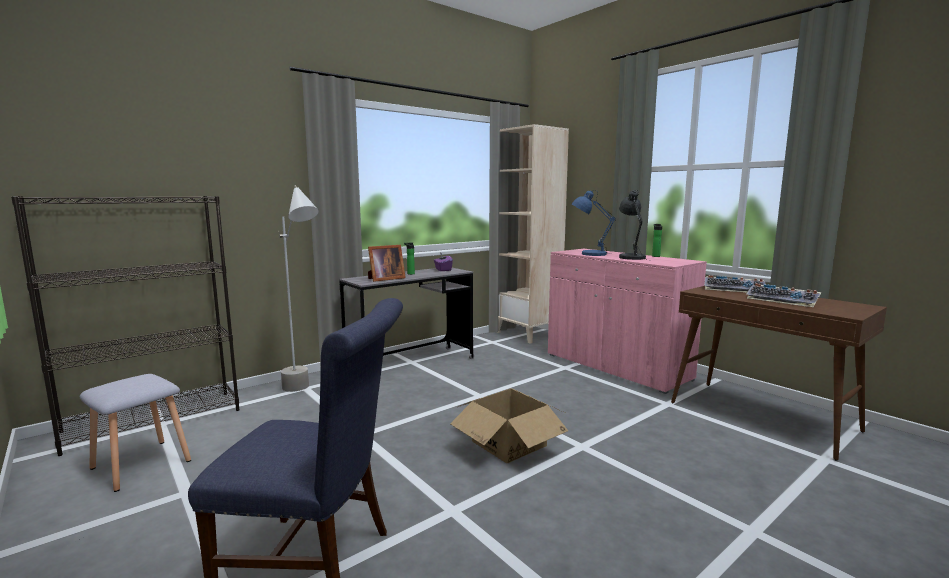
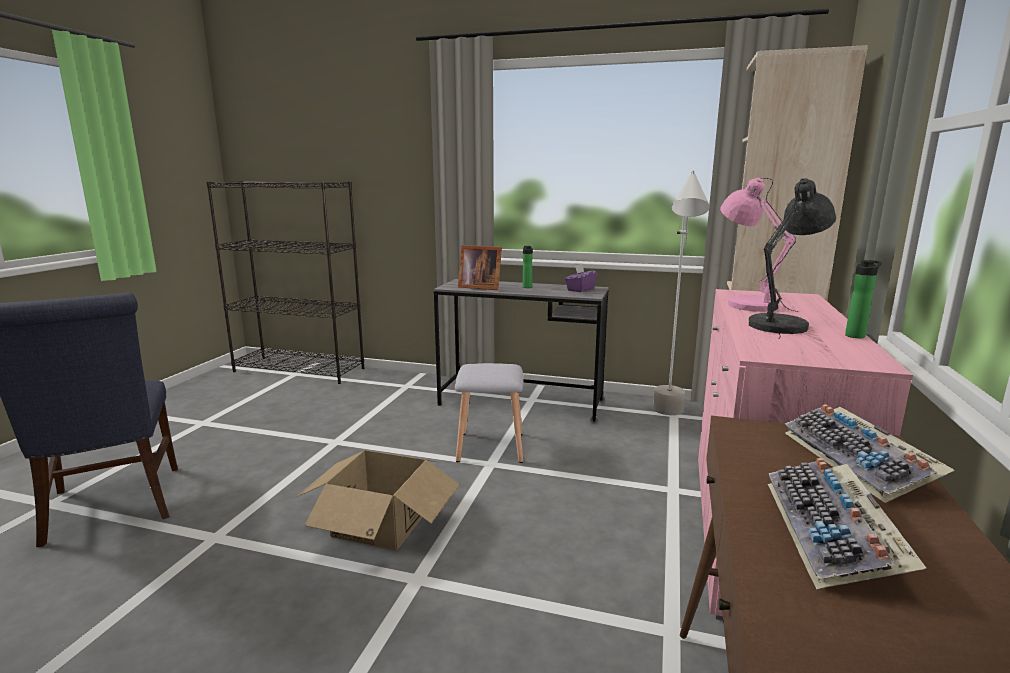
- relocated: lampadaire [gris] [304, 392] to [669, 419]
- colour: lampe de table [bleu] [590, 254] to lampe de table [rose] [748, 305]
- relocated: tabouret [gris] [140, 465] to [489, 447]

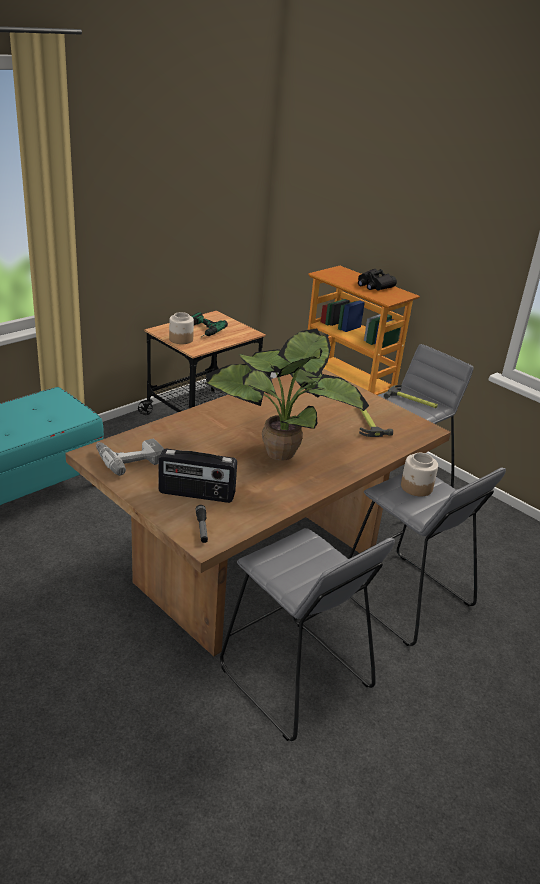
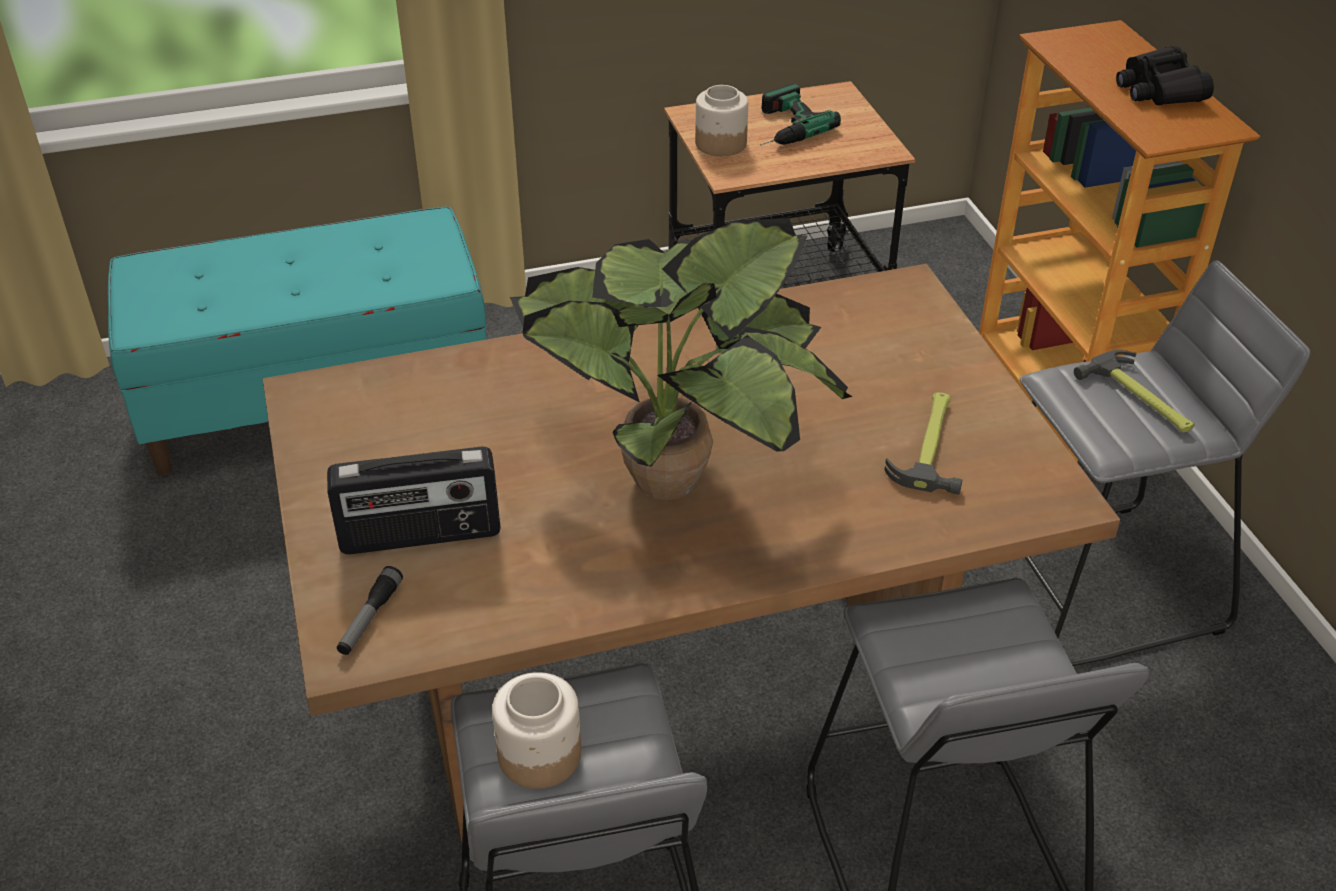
- missing: perceuse [129, 458]
- spun: radio [196, 494] = [420, 536] 45 degrees counterclockwise
- relocated: bocal [416, 487] to [539, 756]

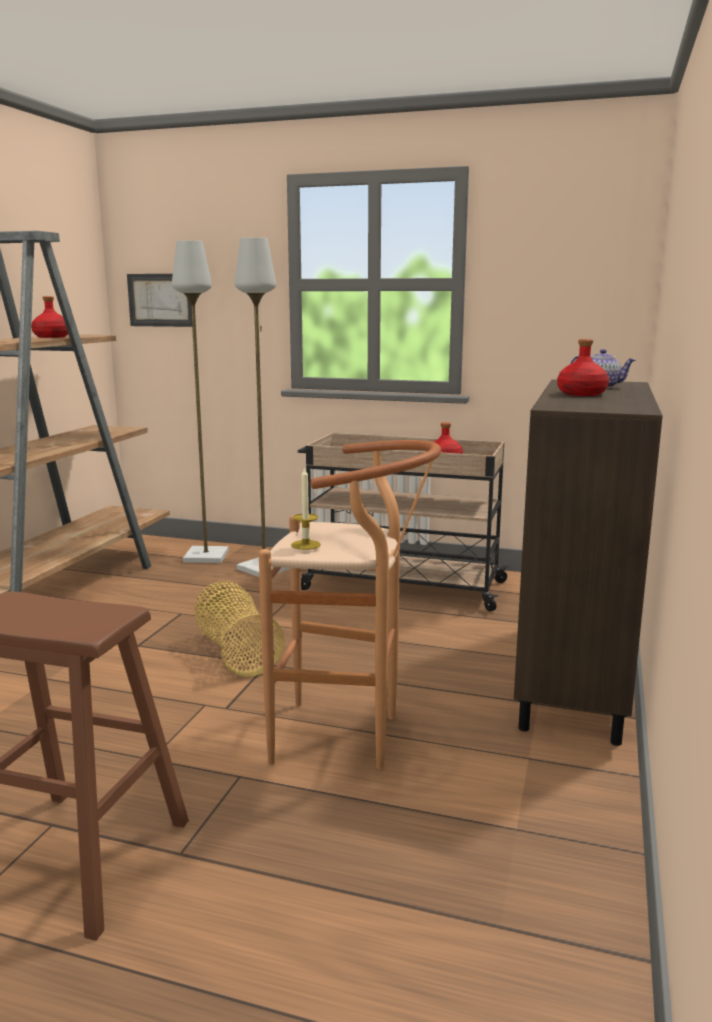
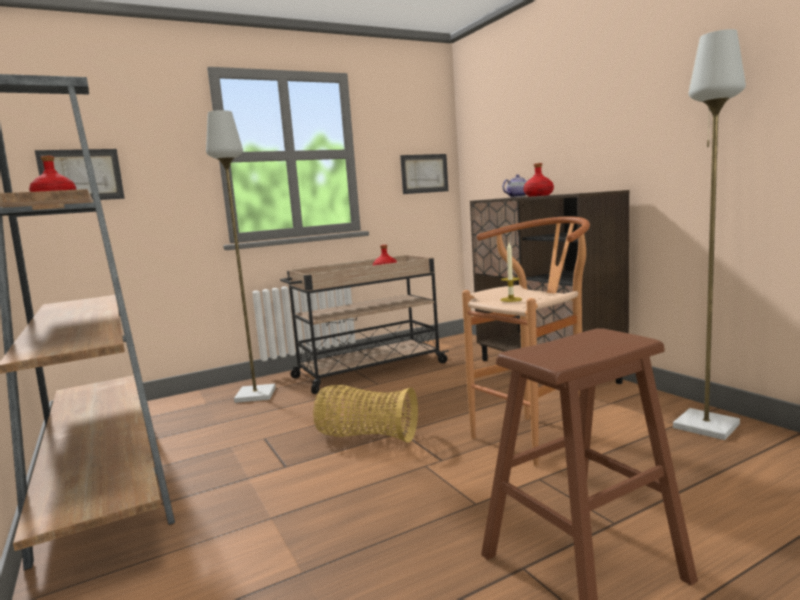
- relocated: lampadaire [gris] [205, 556] to [704, 426]
- appeared: tableau [424, 173]

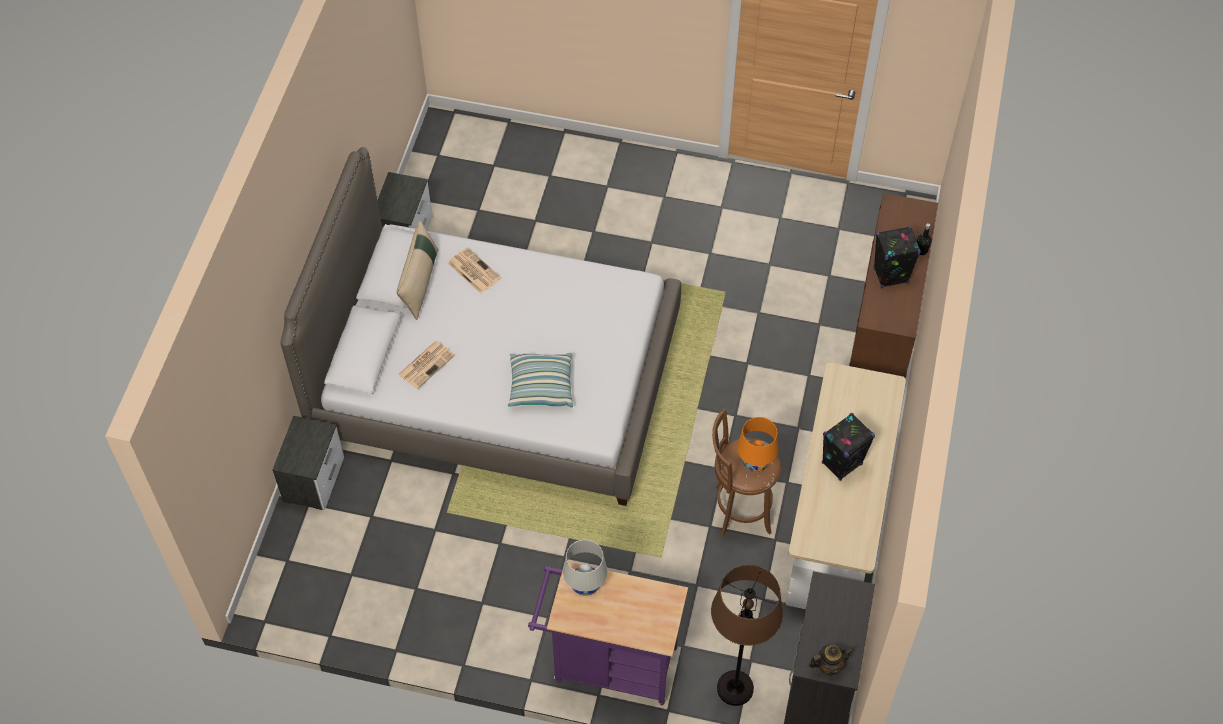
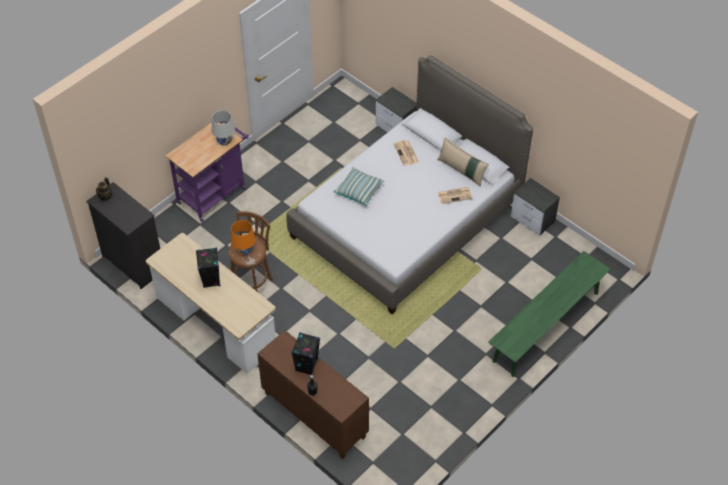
- missing: lampadaire [marron] [735, 688]
- appeared: banc [vert] [546, 326]

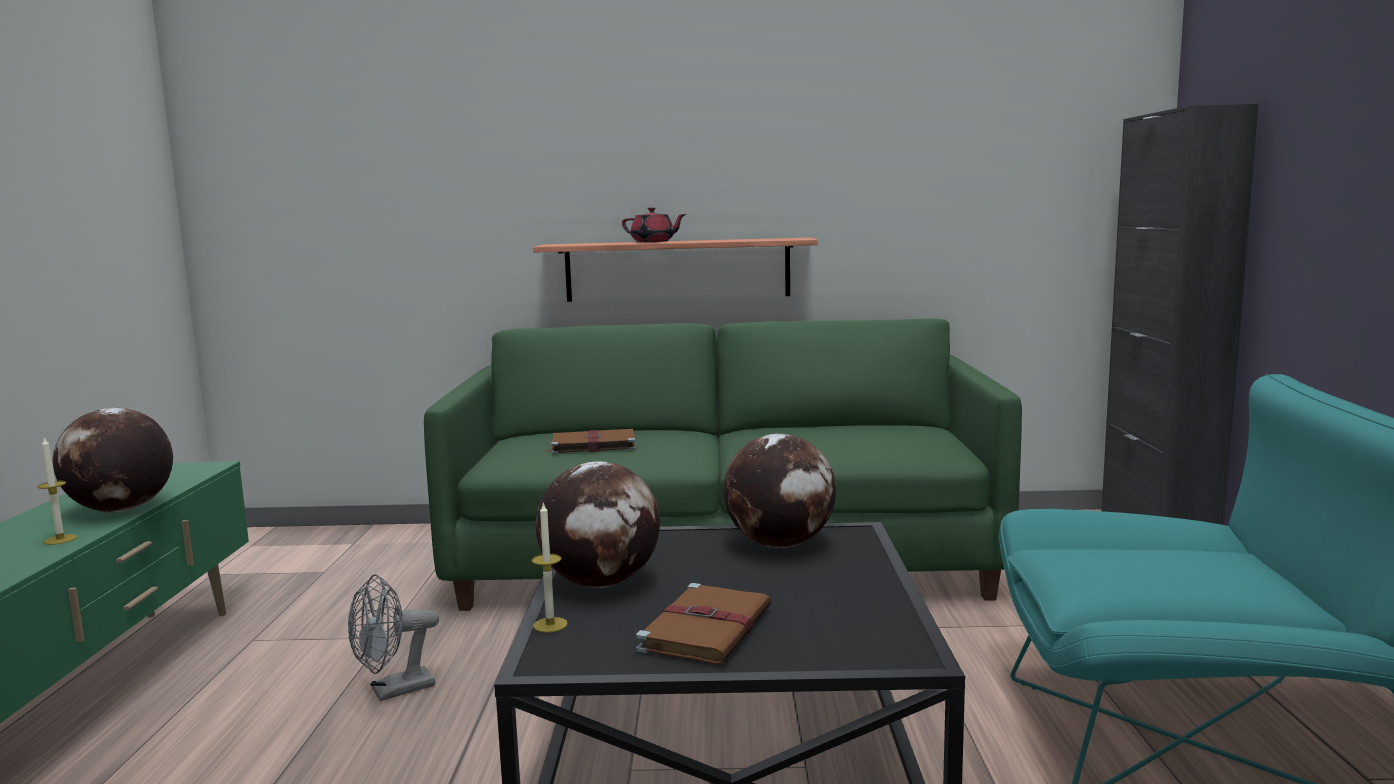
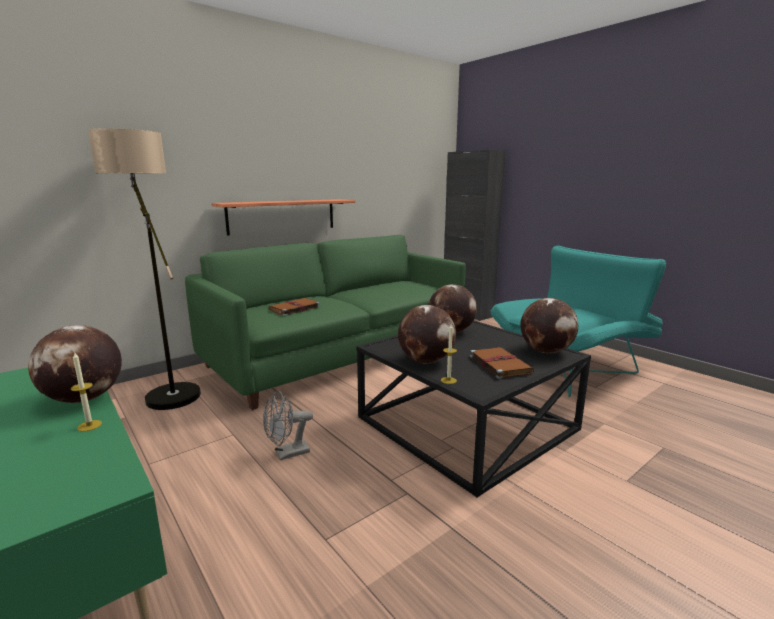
- missing: théière [rouge] [653, 242]
- spun: ventilateur [gris] [393, 691] = [287, 454] 45 degrees clockwise
- appeared: lampadaire [168, 390]
- appeared: globe [546, 351]

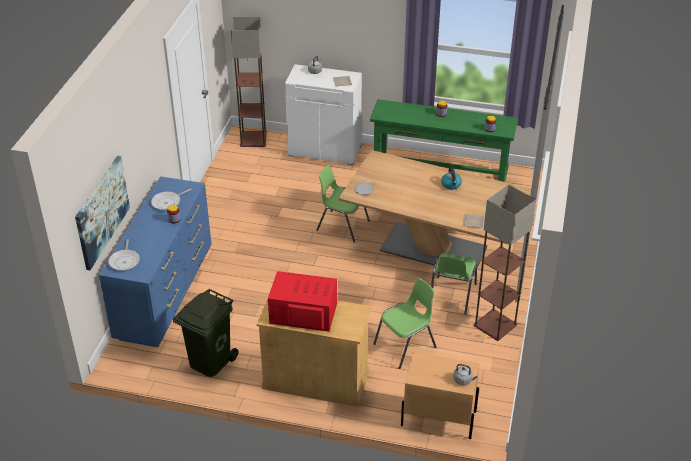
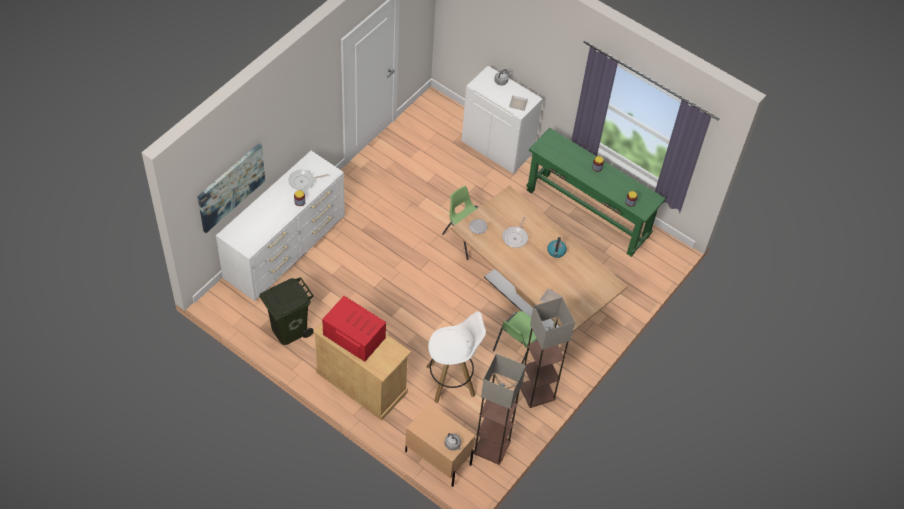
- relocated: lampadaire [254, 139] to [492, 447]
- colour: commode [bleu] [165, 293] to commode [blanc] [286, 250]
- relocated: poêle [125, 261] to [515, 237]
- exchanged: chaise [vert] [406, 345] to tabouret [blanc] [451, 380]

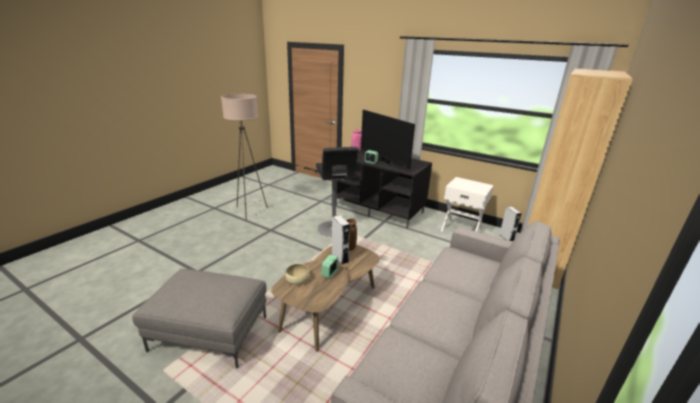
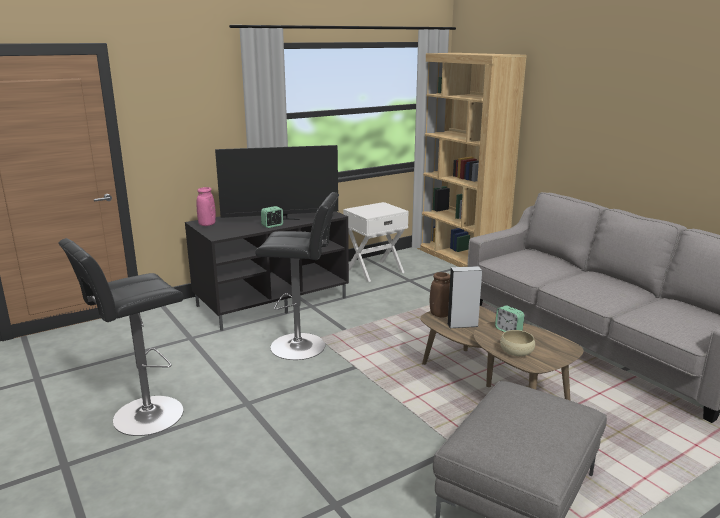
- exchanged: lampadaire [beige] [250, 211] to tabouret [noir] [143, 417]
- missing: enceinte [gris] [506, 238]

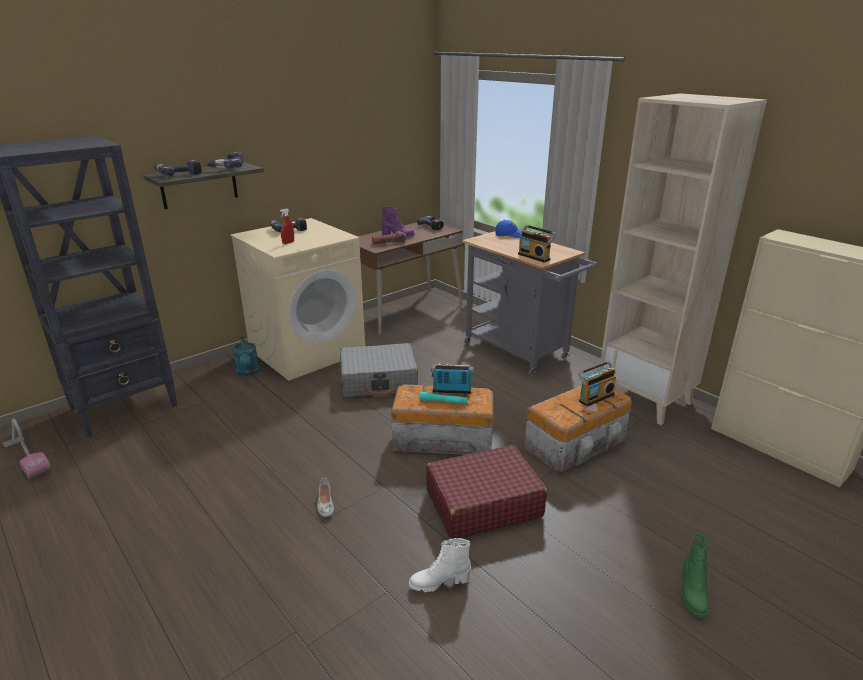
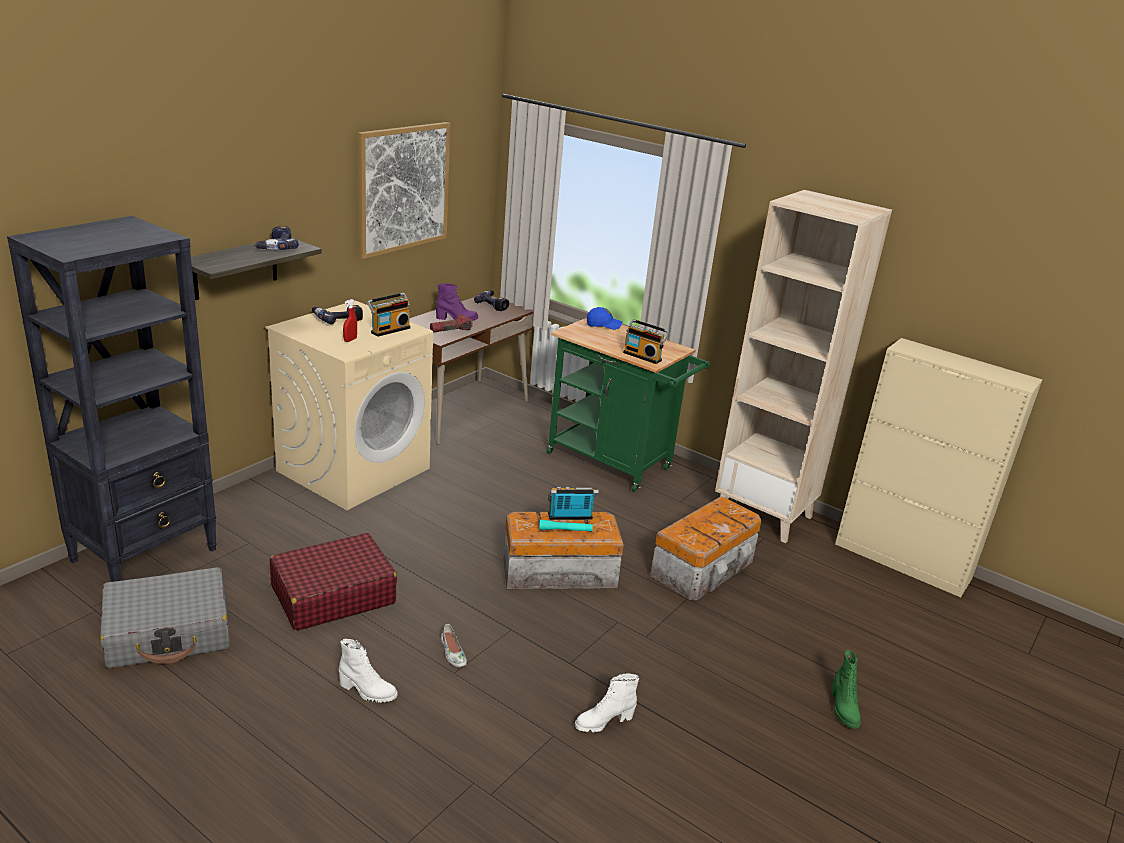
- missing: perceuse [179, 174]
- colour: chariot [gris] [520, 353] to chariot [vert] [615, 464]
- missing: arrosoir [turquoise] [248, 372]
- relocated: valise [gris] [379, 381] to [169, 632]
- relocated: radio [595, 397] to [389, 330]
- missing: aspirateur [26, 457]
- relocated: valise [rouge] [483, 503] to [332, 595]
- appeared: tableau [403, 188]
- appeared: botte [blanc] [367, 691]

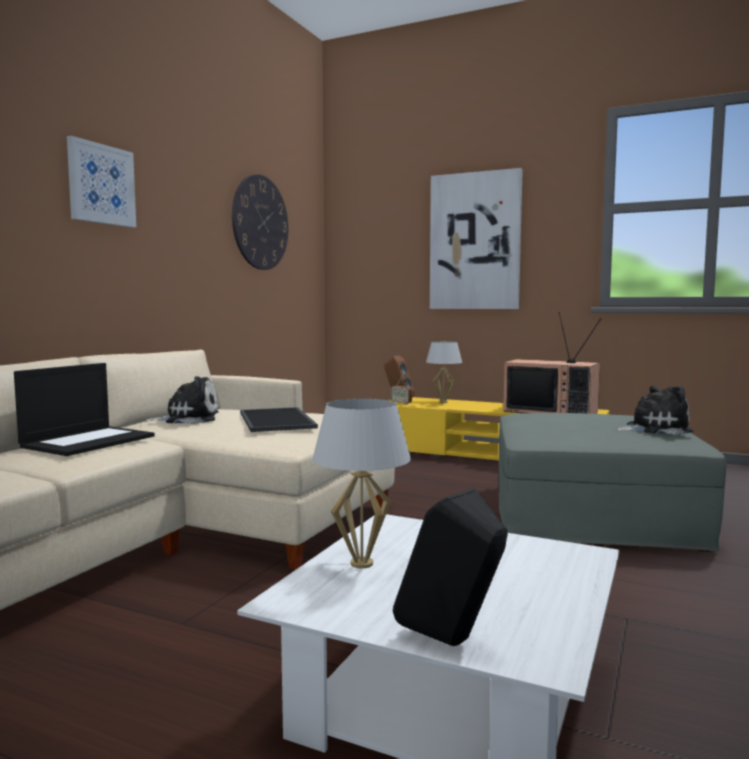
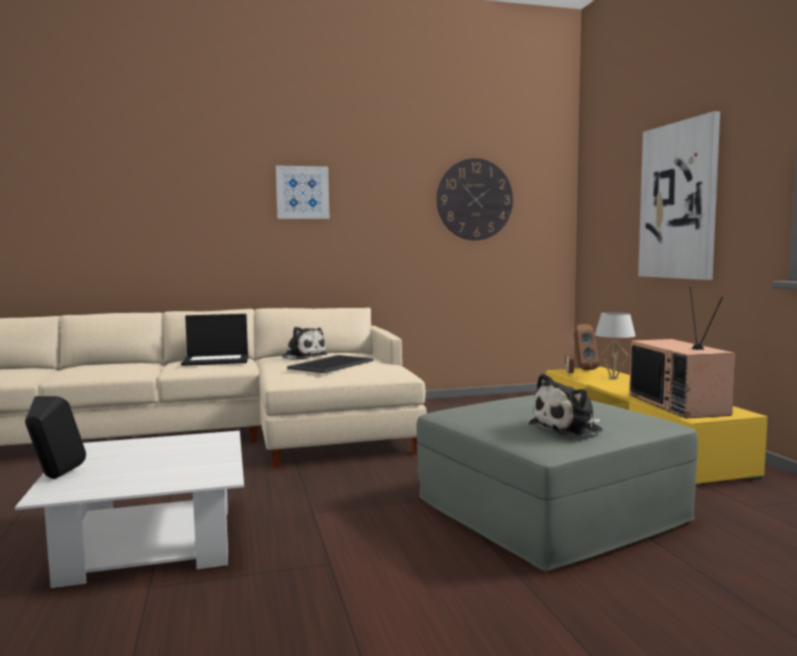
- spun: peluche [654, 429] = [569, 428] 105 degrees clockwise
- missing: lampe de table [blanc] [361, 563]

